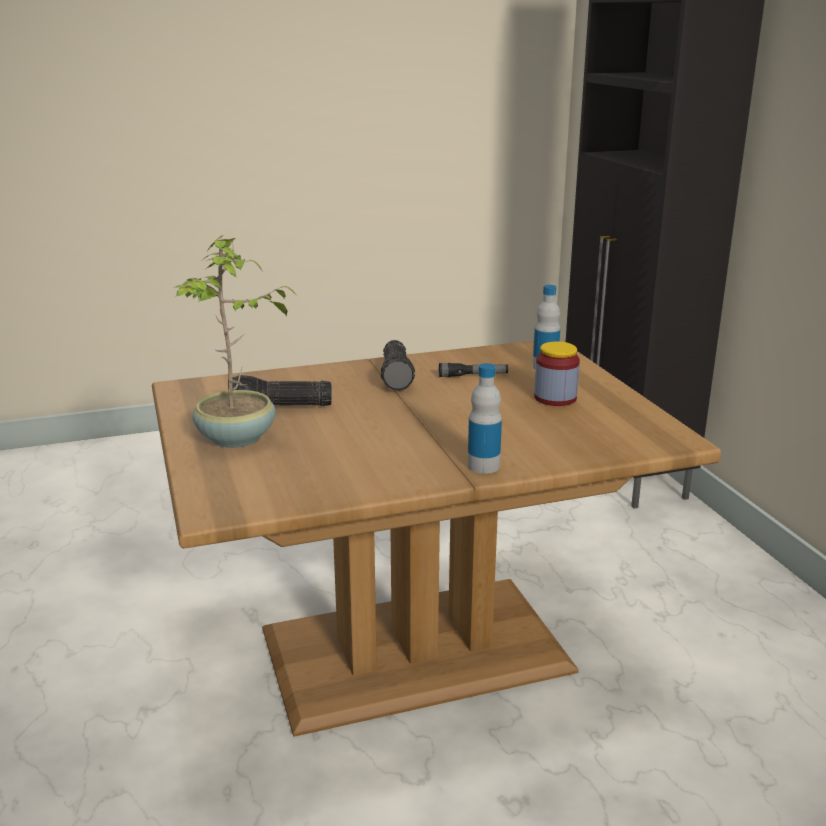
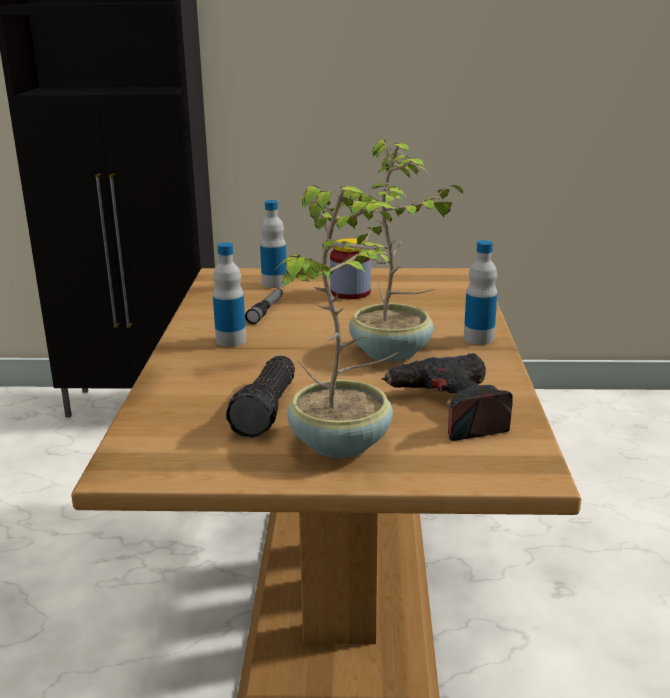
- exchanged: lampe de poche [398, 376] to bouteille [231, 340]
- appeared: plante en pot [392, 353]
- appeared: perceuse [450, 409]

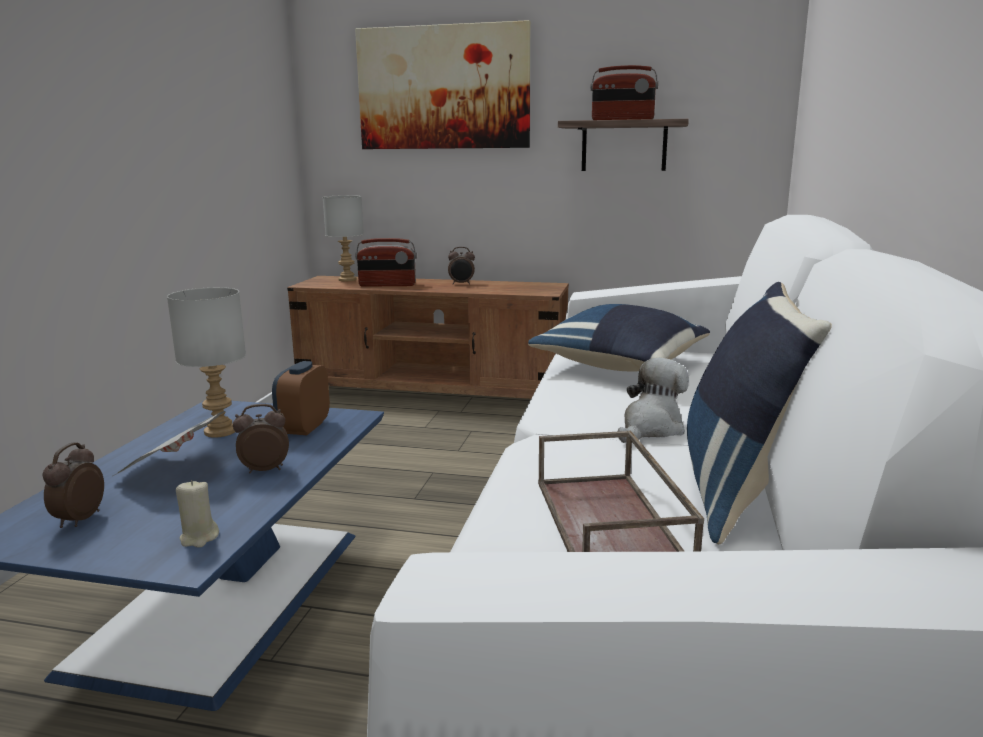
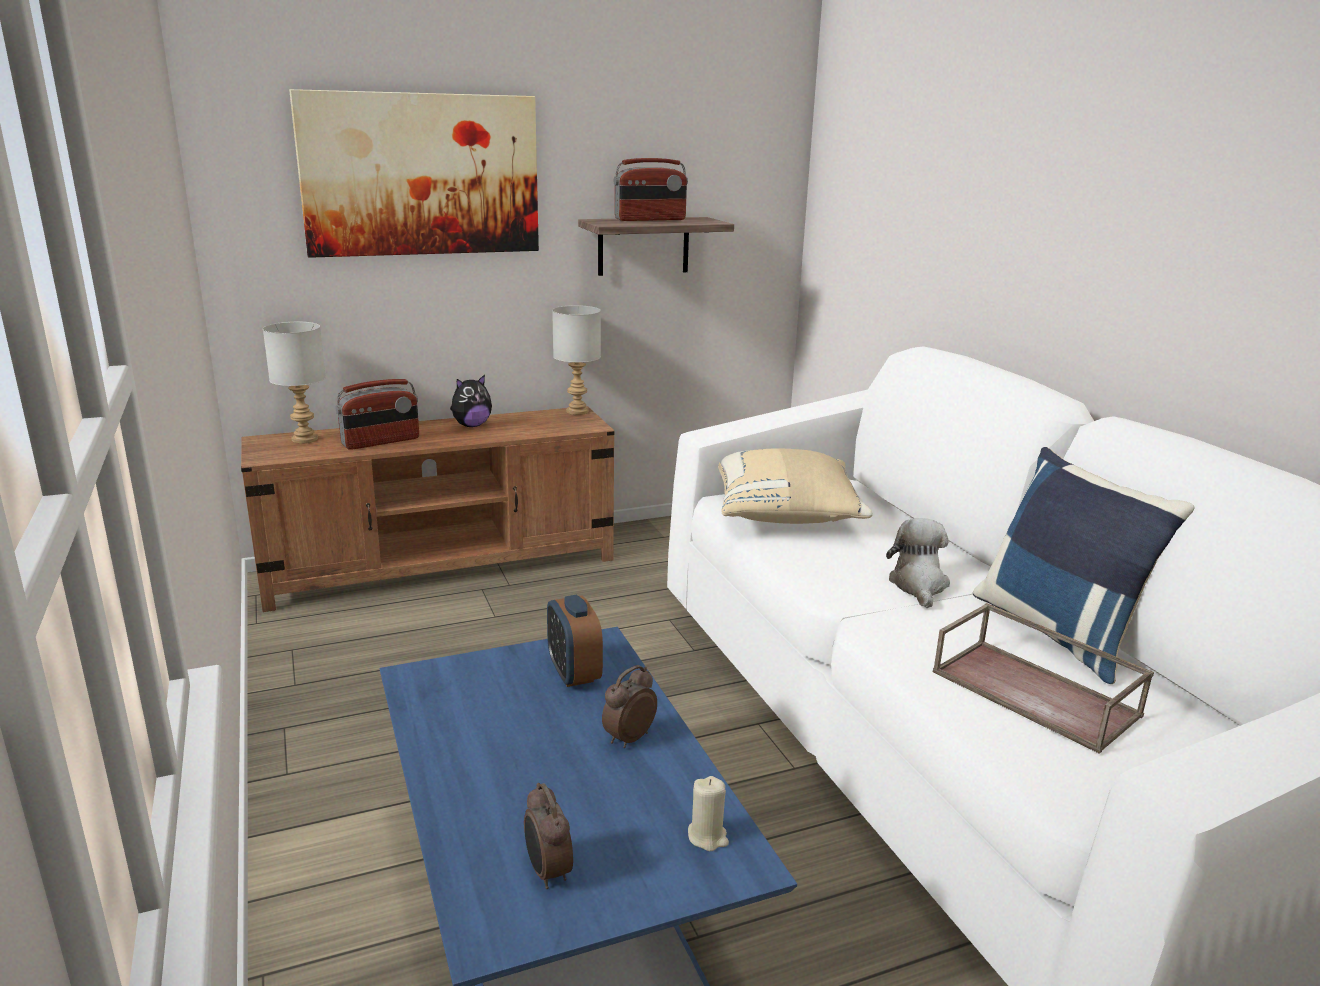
- exchanged: réveil [461, 284] to peluche [471, 425]
- relocated: lampe de table [gris] [222, 431] to [578, 411]
- colour: coussin [bleu] [621, 367] to coussin [beige] [786, 515]
- missing: journal [173, 471]

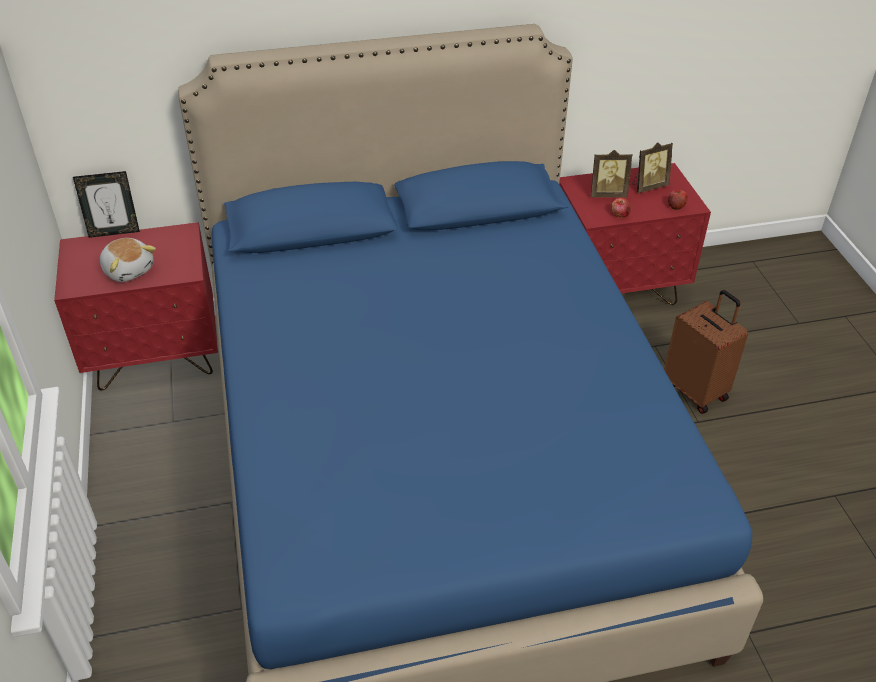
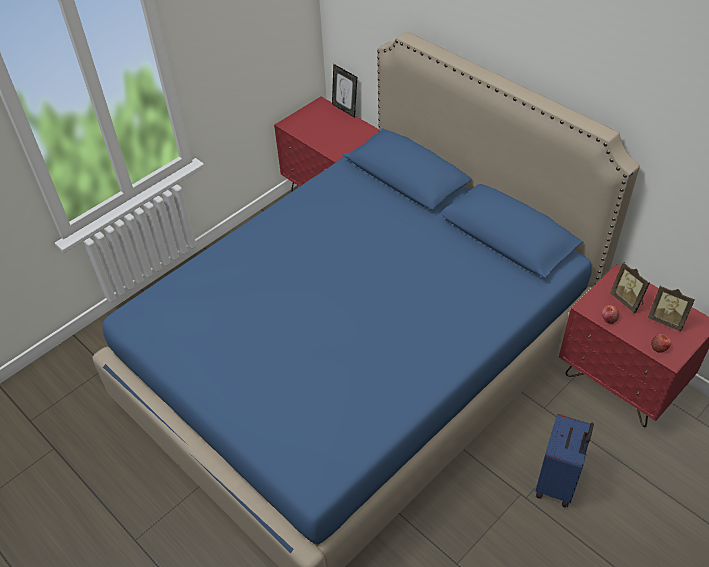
- missing: peluche [129, 269]
- colour: valise [marron] [696, 390] to valise [bleu] [558, 483]

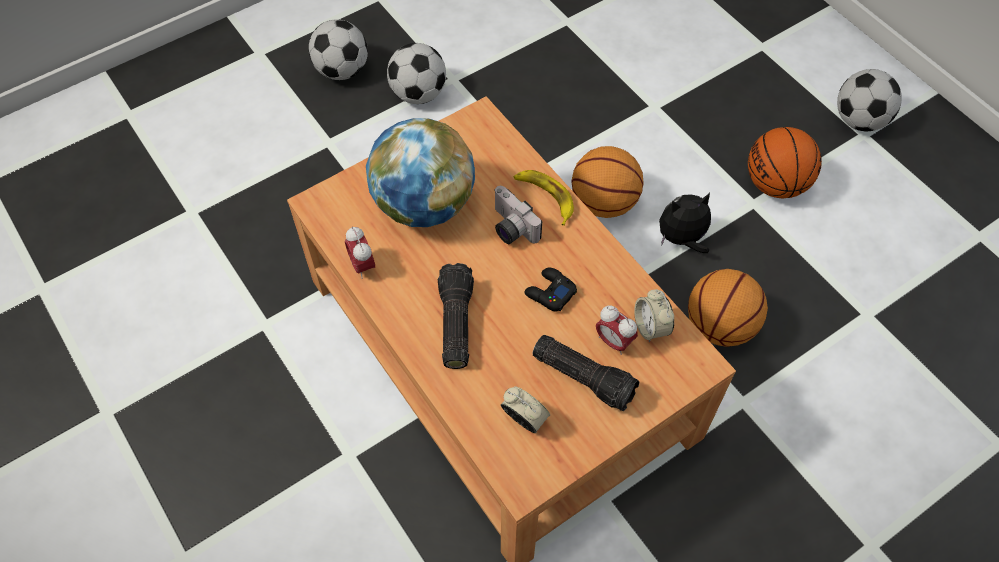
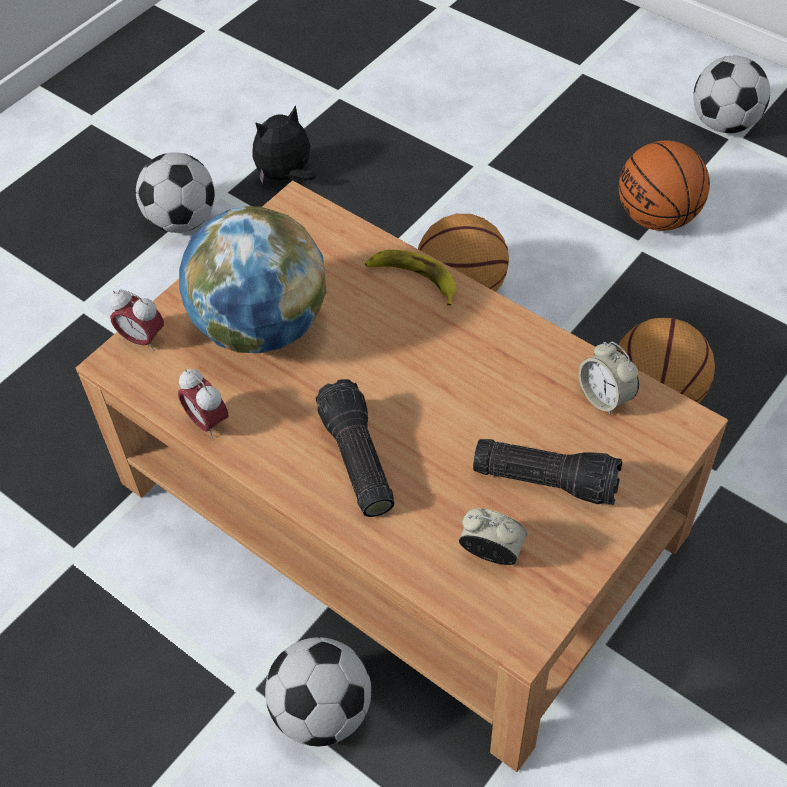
- relocated: ballon de foot [341, 71] to [321, 712]
- missing: appareil photo [510, 228]
- relocated: peluche [681, 239] to [286, 176]
- missing: manette [noir] [550, 293]
- relocated: réveil [613, 341] to [142, 339]

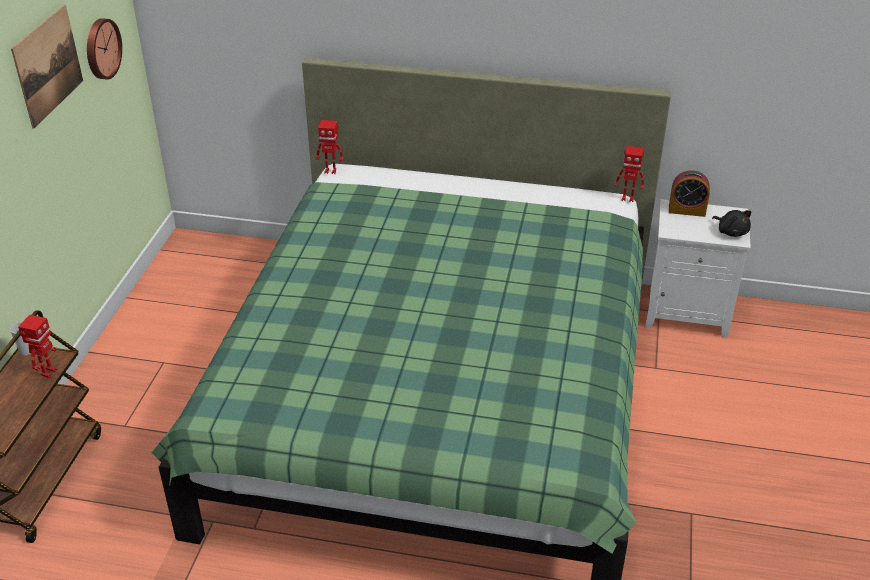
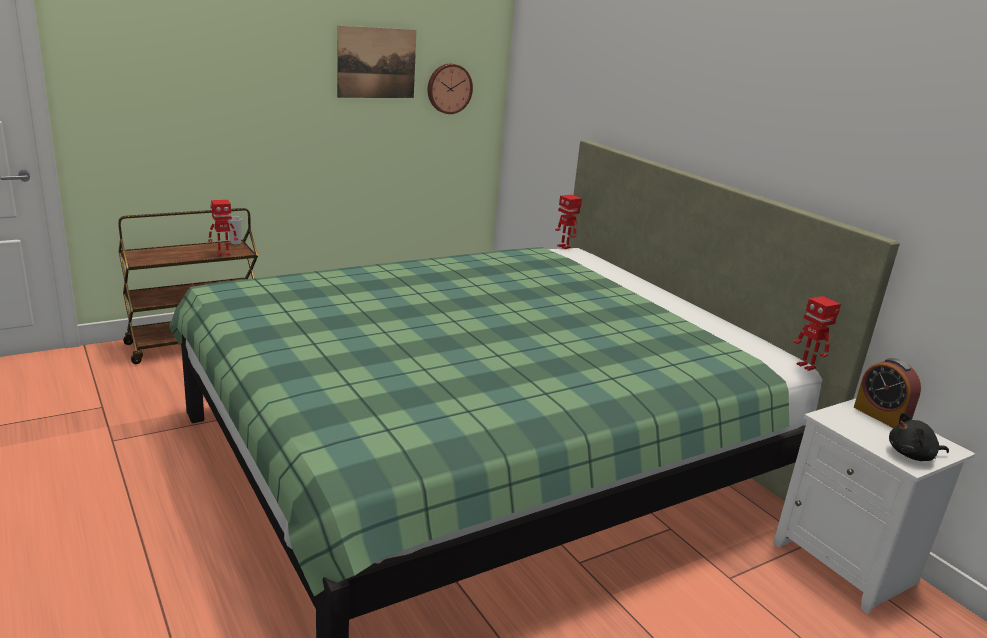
- spun: peluche [noir] [731, 232] = [912, 455] 75 degrees clockwise

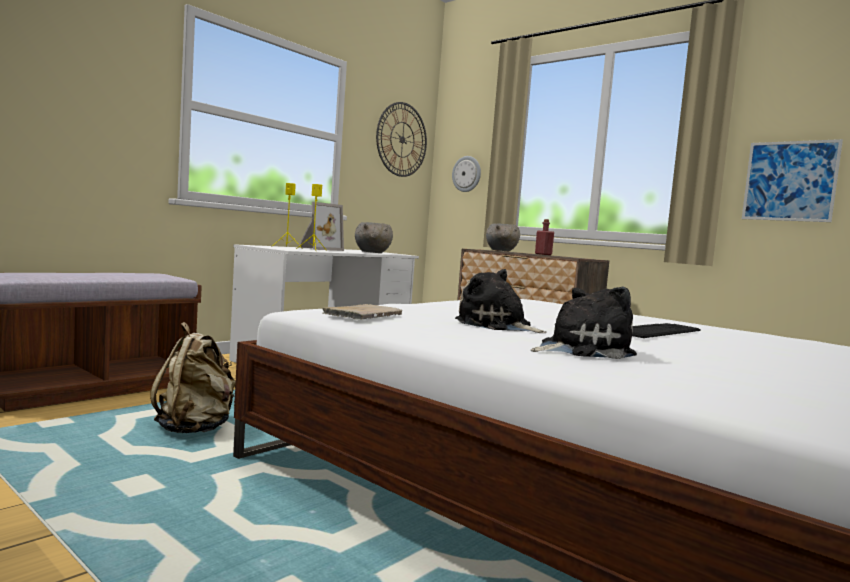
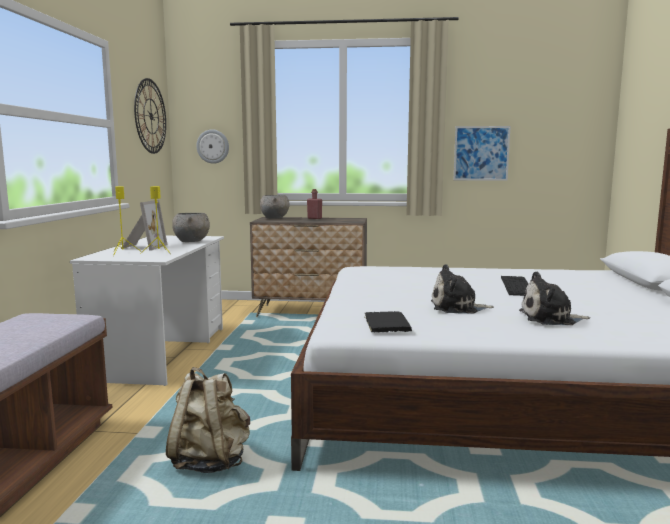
- spun: peluche [580, 350] = [550, 318] 120 degrees counterclockwise
- colour: livre [beige] [364, 315] to livre [noir] [386, 324]

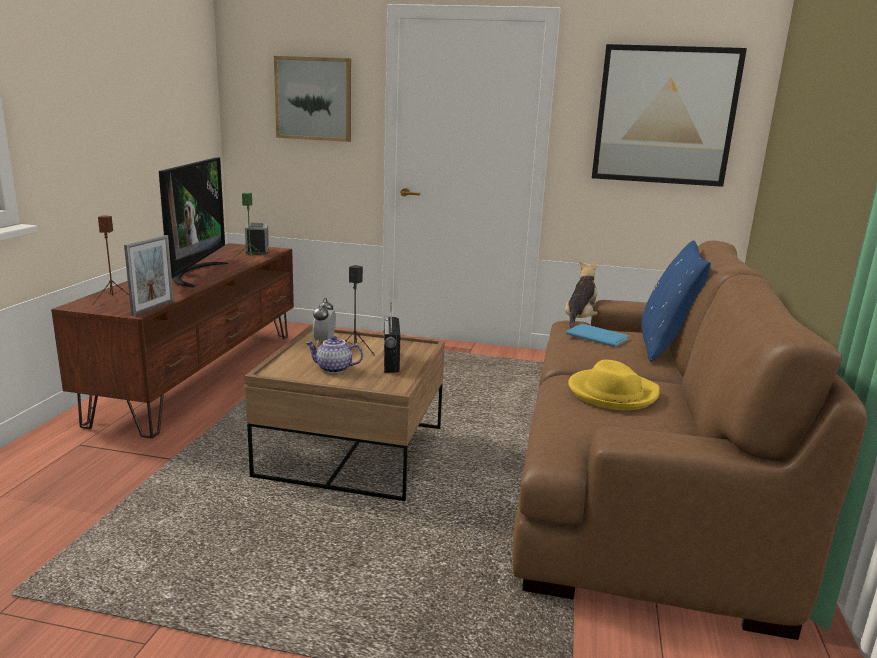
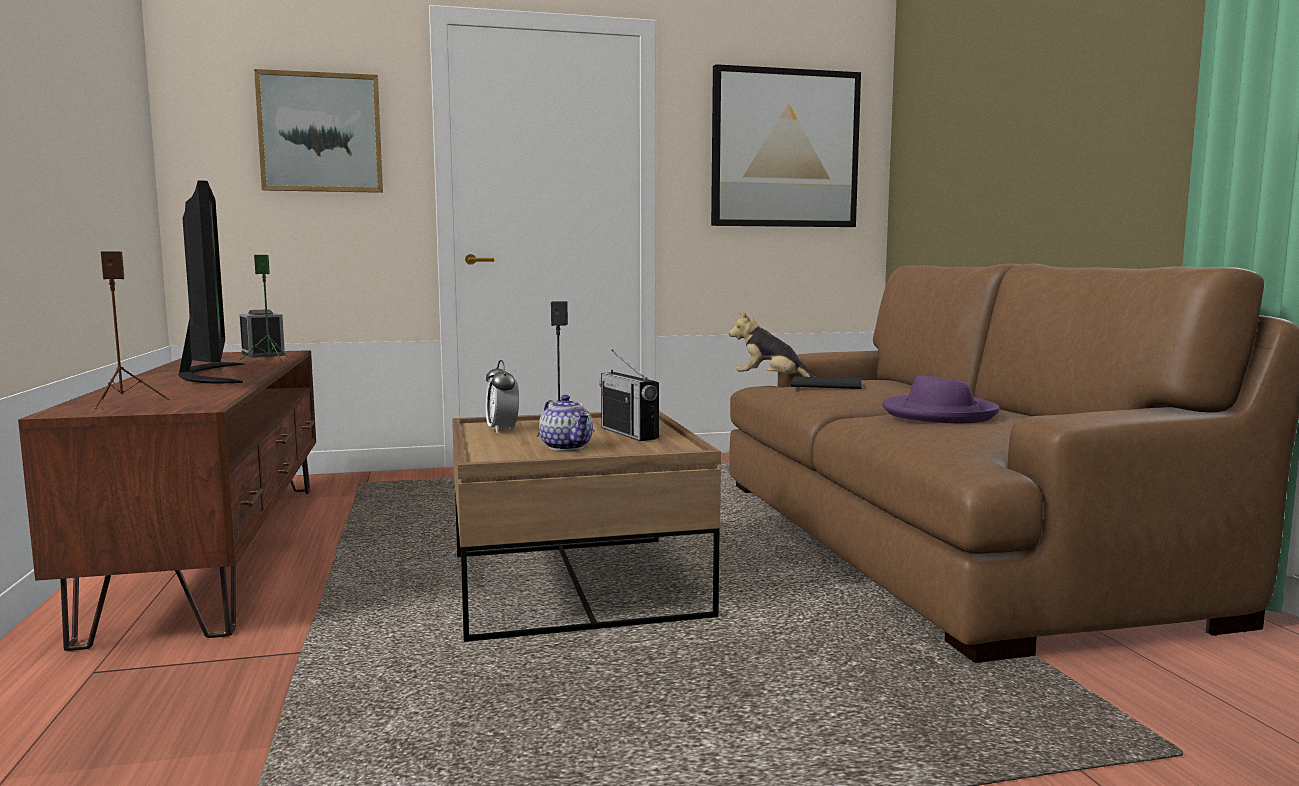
- missing: cadre photo [153, 308]
- missing: coussin [bleu] [664, 346]
- spun: peluche [580, 320] = [772, 381] 60 degrees counterclockwise
- colour: livre [bleu] [596, 336] to livre [noir] [824, 384]
- spun: théière [333, 369] = [567, 447] 105 degrees counterclockwise
- colour: chapeau [jaune] [612, 393] to chapeau [violet] [939, 414]

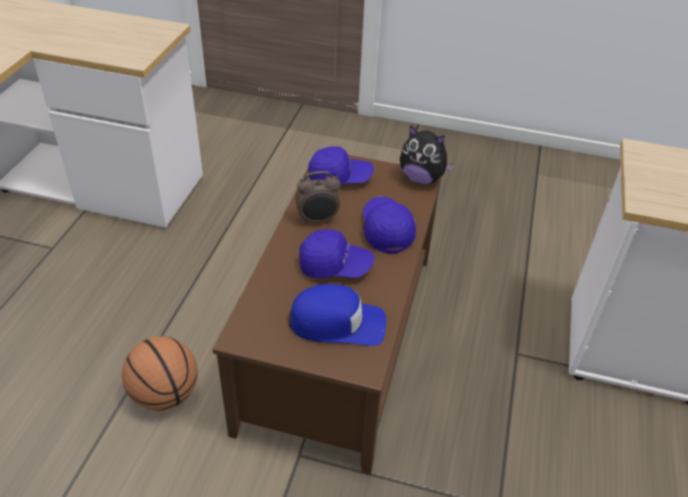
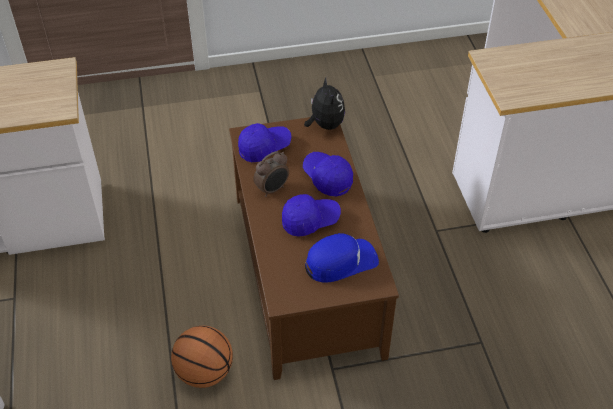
- spun: peluche [422, 178] = [325, 125] 105 degrees counterclockwise

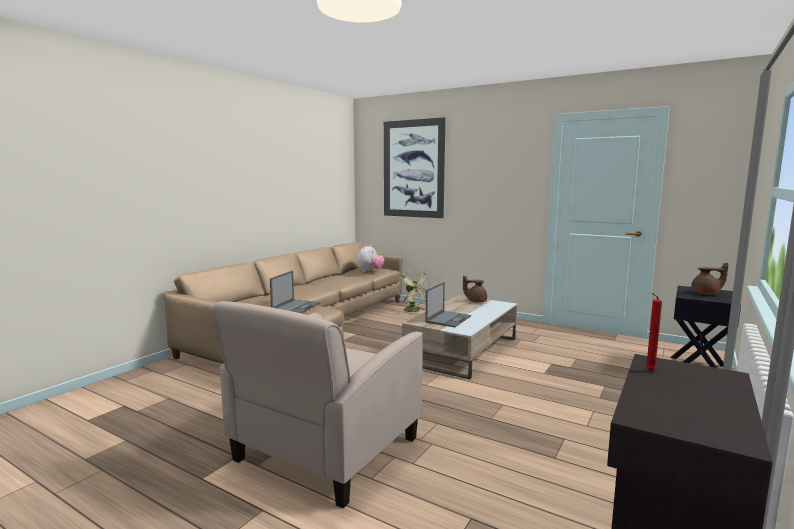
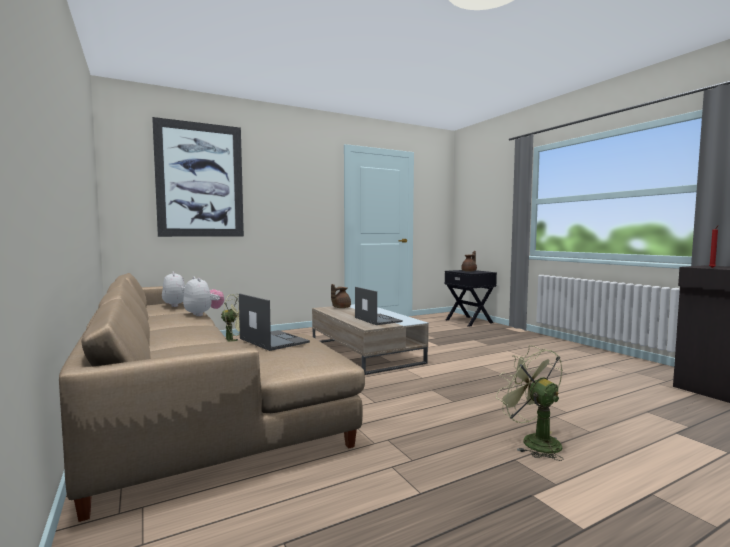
- exchanged: fauteuil [beige] [326, 450] to ventilateur [vert] [533, 441]
- appeared: peluche [203, 314]

